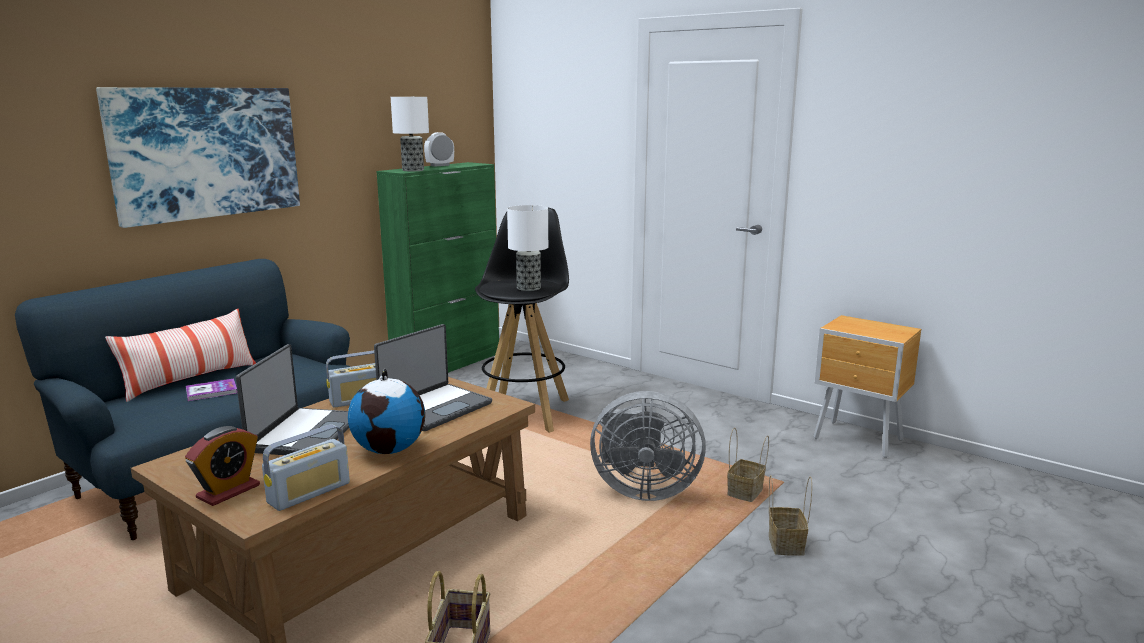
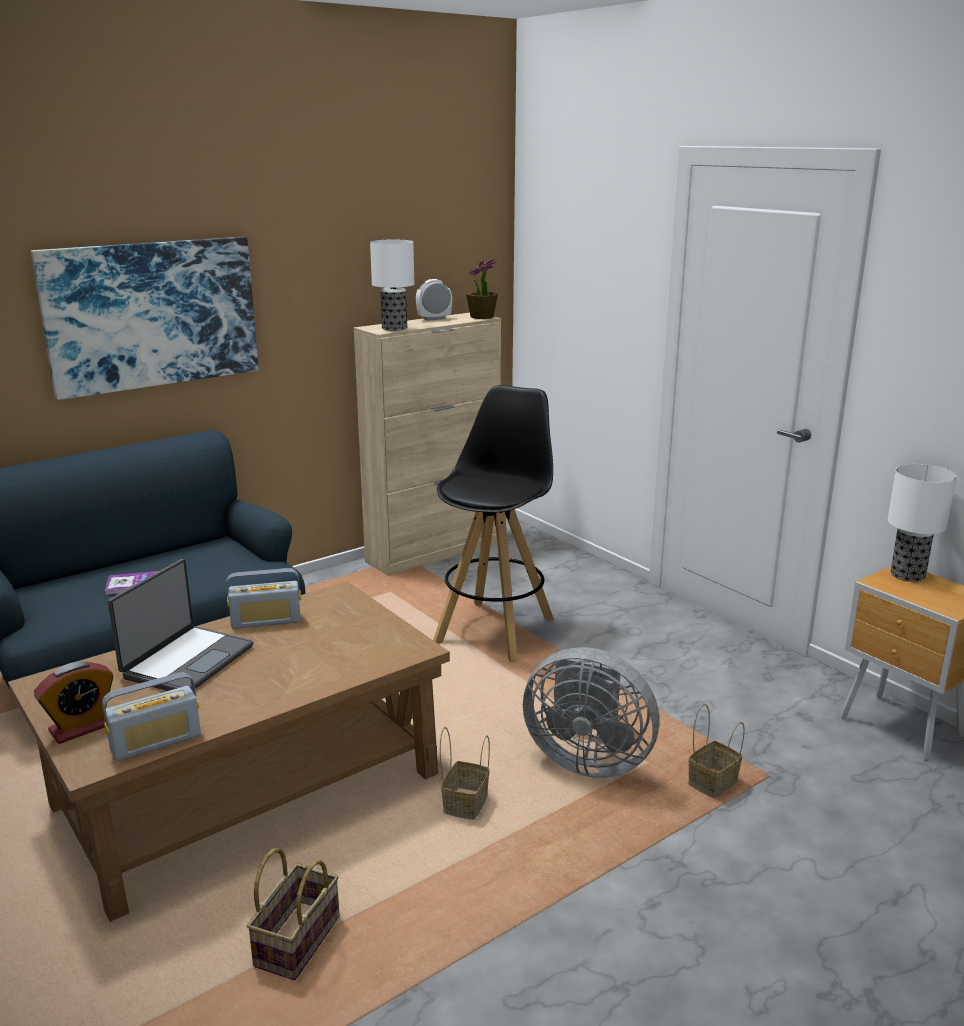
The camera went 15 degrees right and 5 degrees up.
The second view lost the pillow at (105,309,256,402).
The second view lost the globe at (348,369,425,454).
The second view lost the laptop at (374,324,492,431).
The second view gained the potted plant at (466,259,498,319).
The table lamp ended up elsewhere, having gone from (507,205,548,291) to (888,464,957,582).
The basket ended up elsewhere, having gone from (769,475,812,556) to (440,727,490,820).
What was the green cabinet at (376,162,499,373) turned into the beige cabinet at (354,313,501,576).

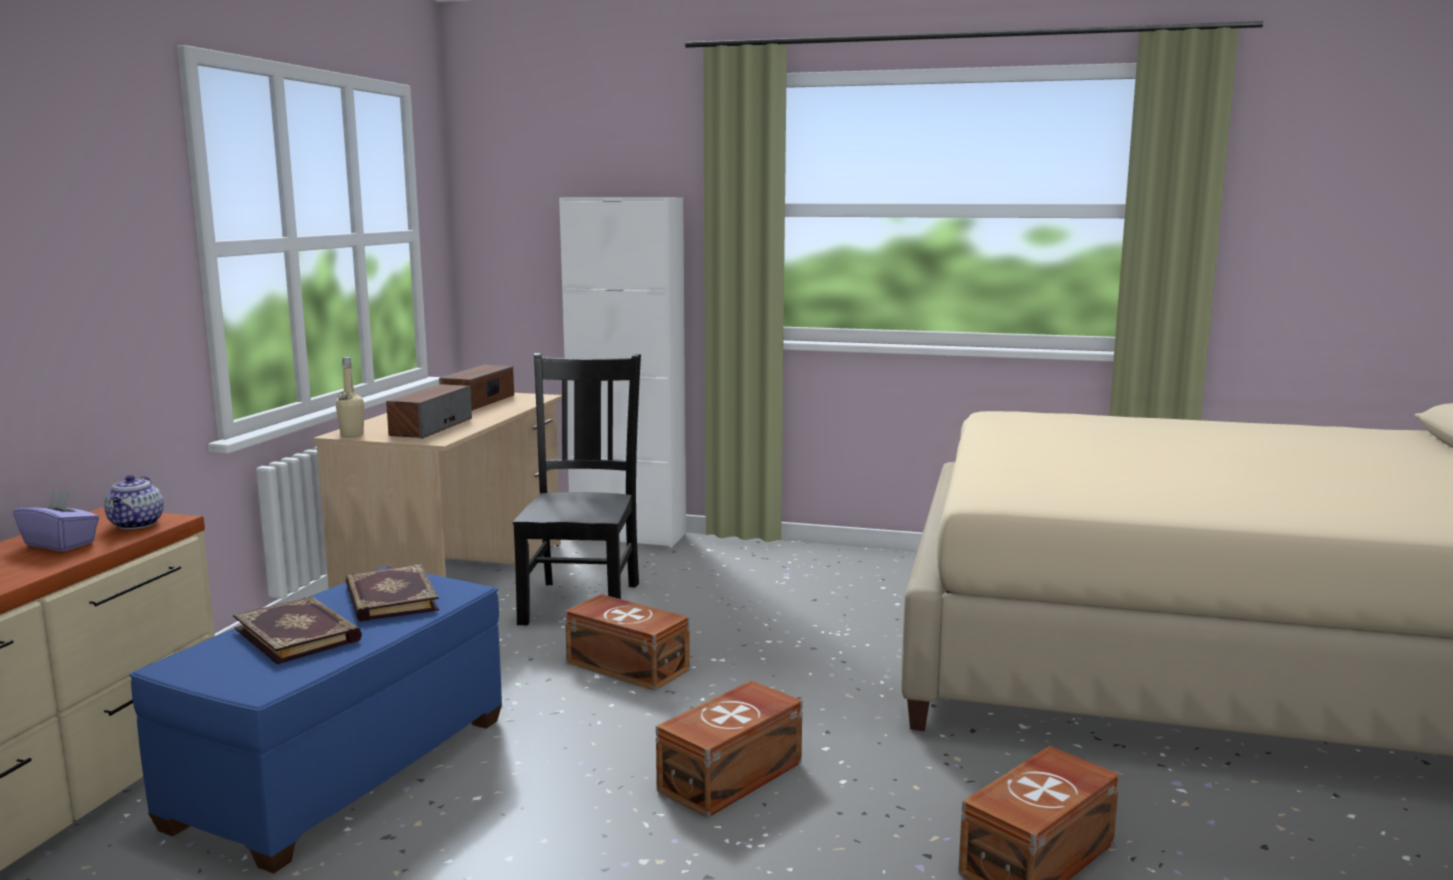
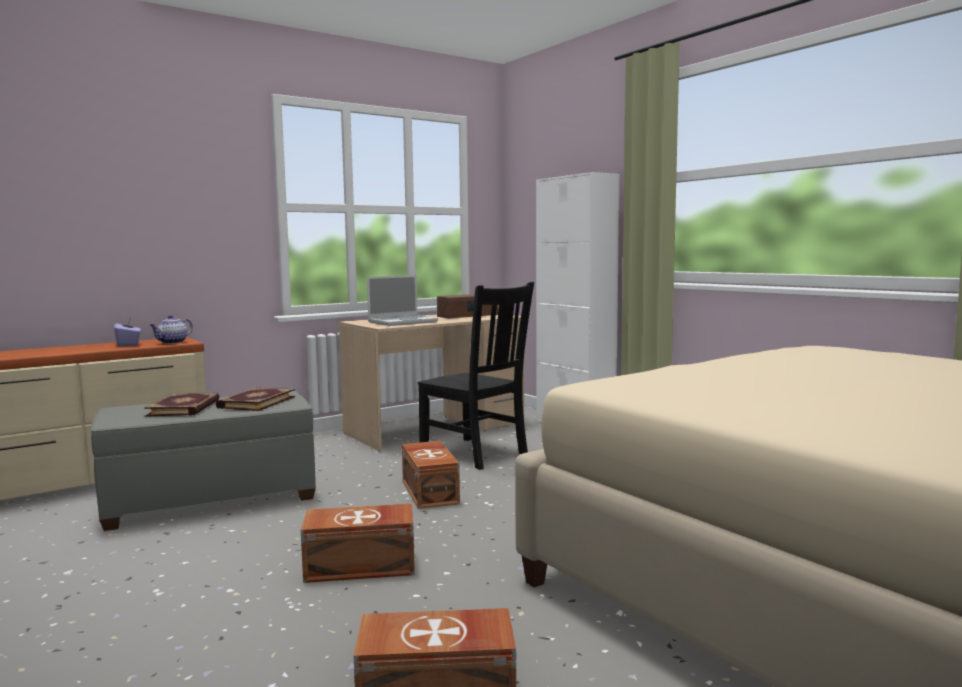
The camera went 40 degrees right and 5 degrees down.
The second view lost the beige bottle at (336,357,364,437).
Where the speaker stood at (386,384,472,439), the laptop came to stand at (367,275,438,326).
What was the blue ottoman at (129,567,502,873) turned into the grey ottoman at (91,391,316,531).
The black chair at (513,353,641,625) ended up facing another way, 90 degrees clockwise from before.

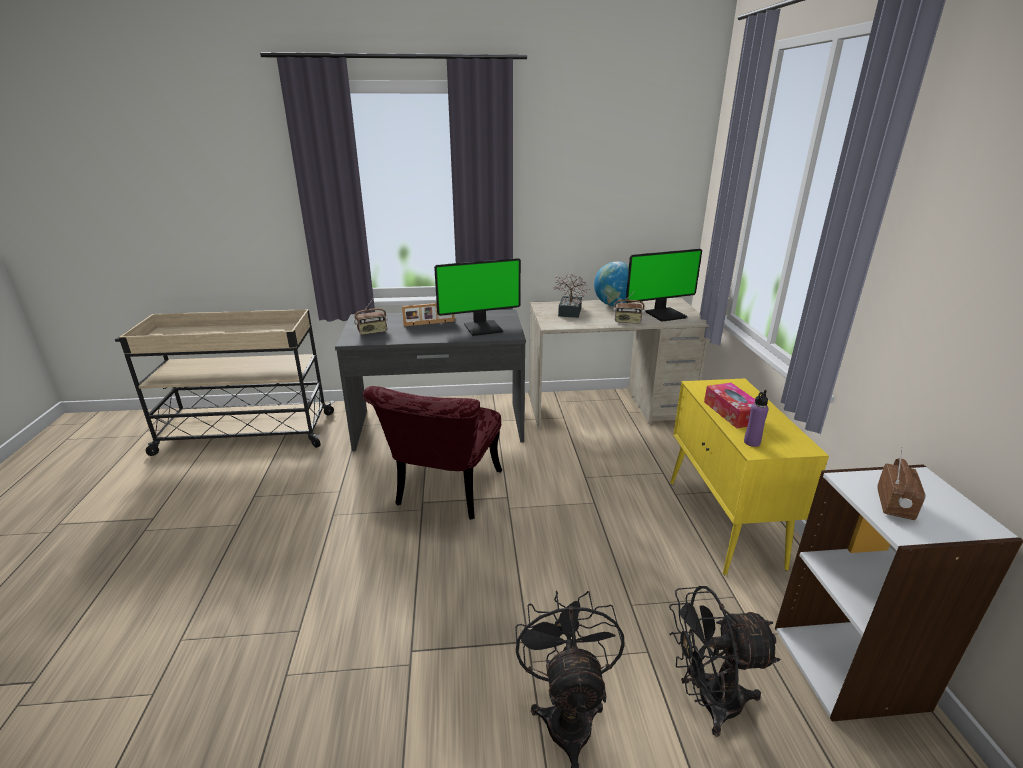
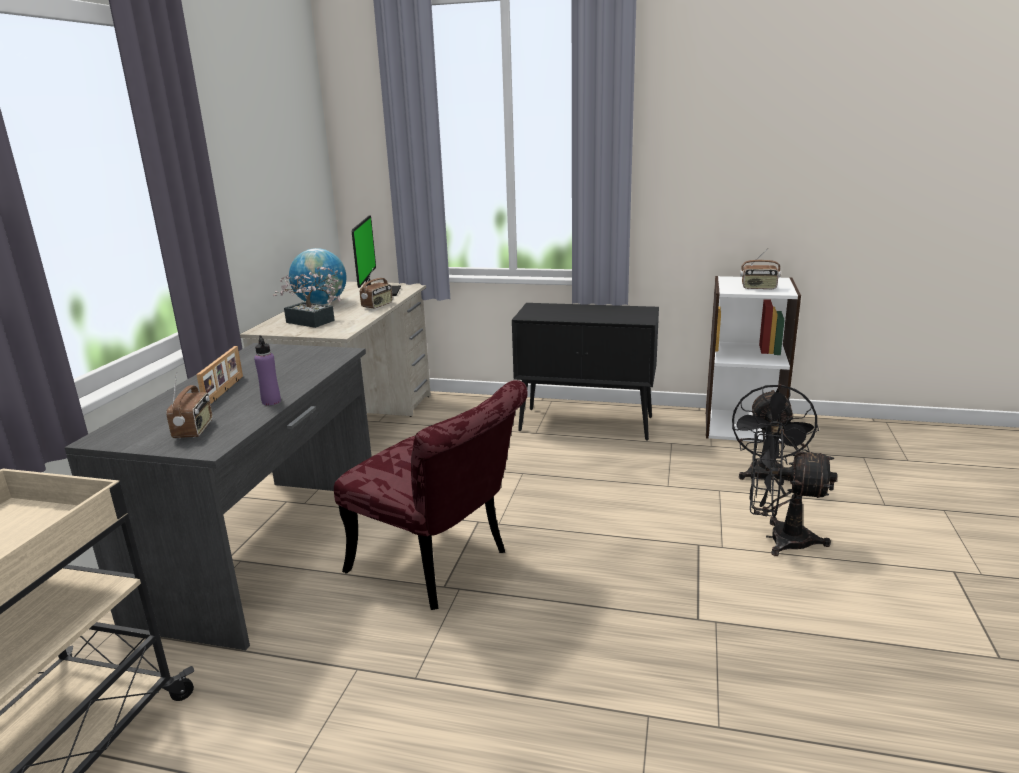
The camera went 70 degrees left and 5 degrees down.
The second view lost the monitor at (434,258,521,336).
The second view lost the tissue box at (704,383,755,428).
The purple bottle ended up elsewhere, having gone from (744,390,769,447) to (254,335,281,405).
What was the yellow cabinet at (670,378,829,575) turned into the black cabinet at (512,303,659,441).
The radio at (877,447,926,520) ended up facing another way, 150 degrees clockwise from before.

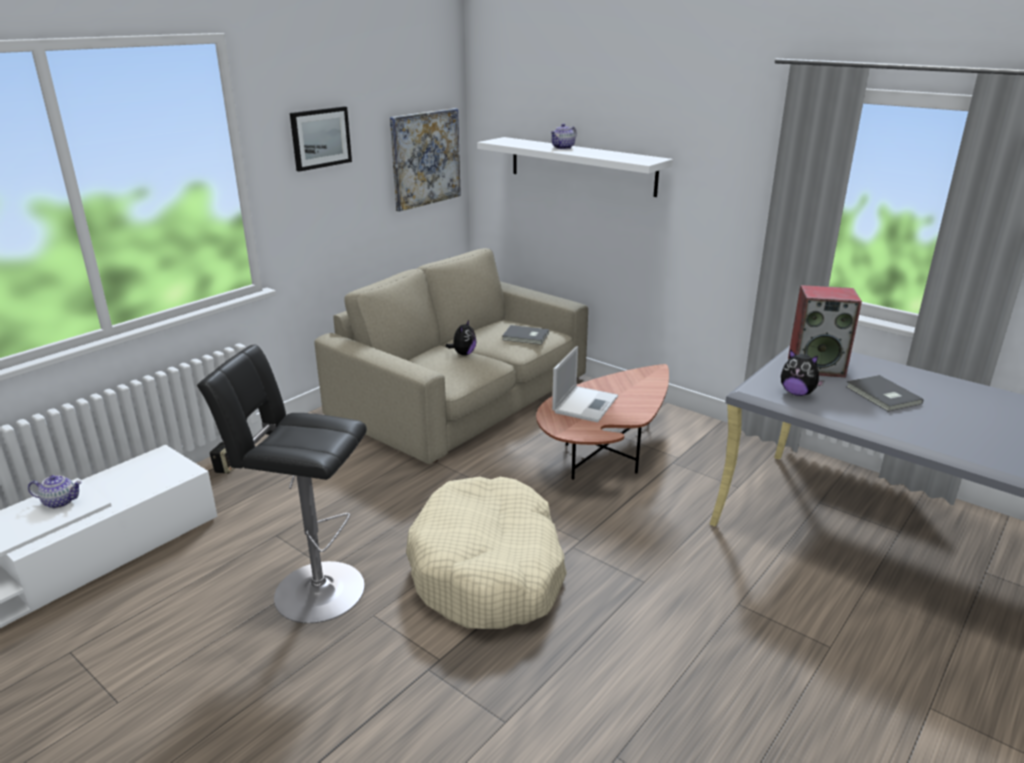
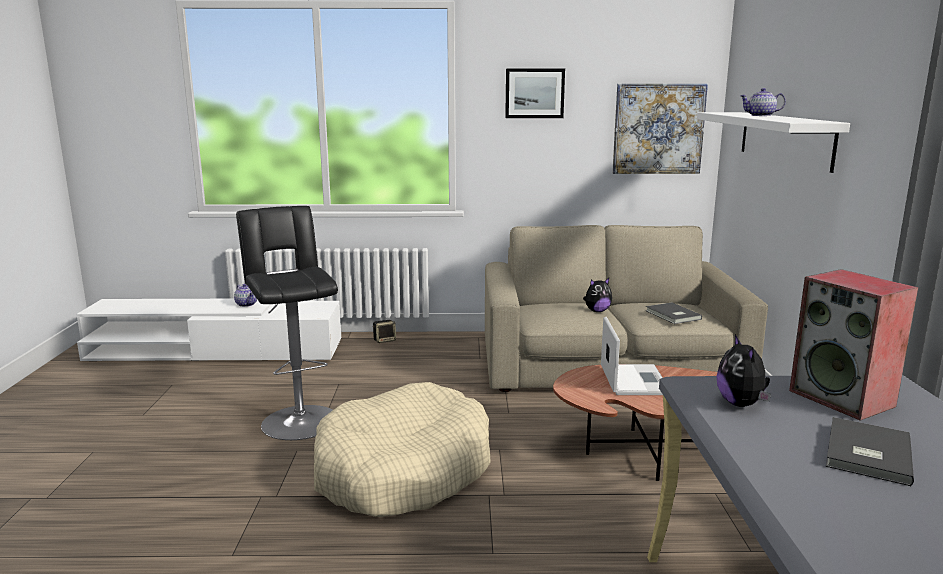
The camera went 50 degrees right and 10 degrees down.
The laptop at (552,346,618,423) ended up facing another way, 75 degrees counterclockwise from before.

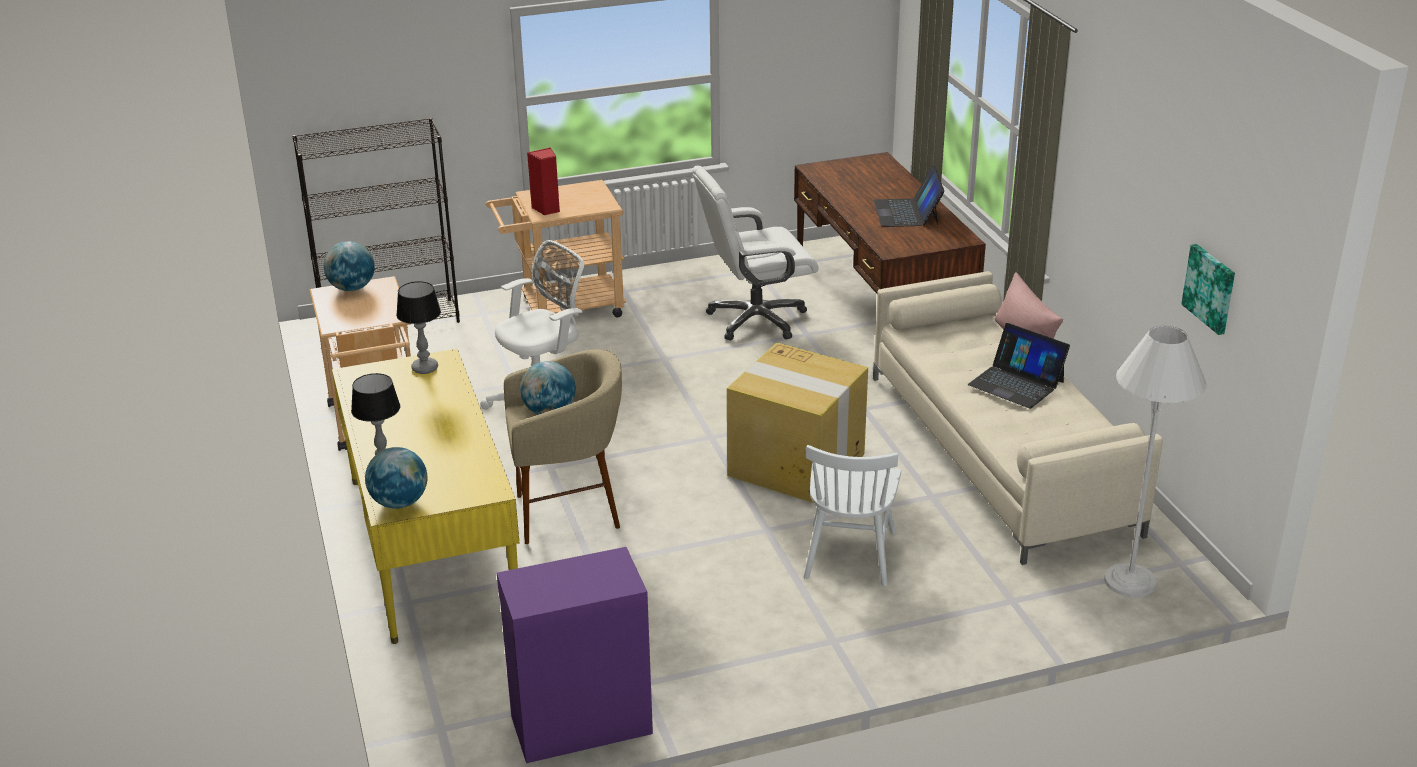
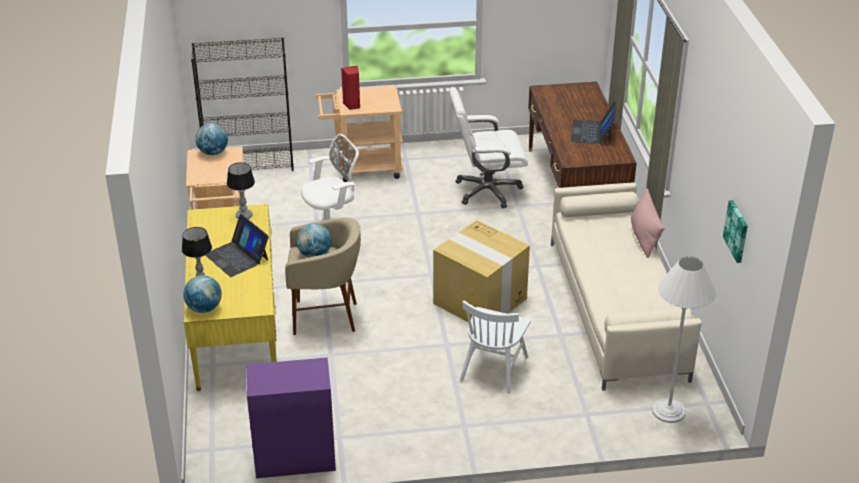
The camera went 10 degrees right and 5 degrees up.
The laptop ended up elsewhere, having gone from (968,323,1070,409) to (205,214,269,277).

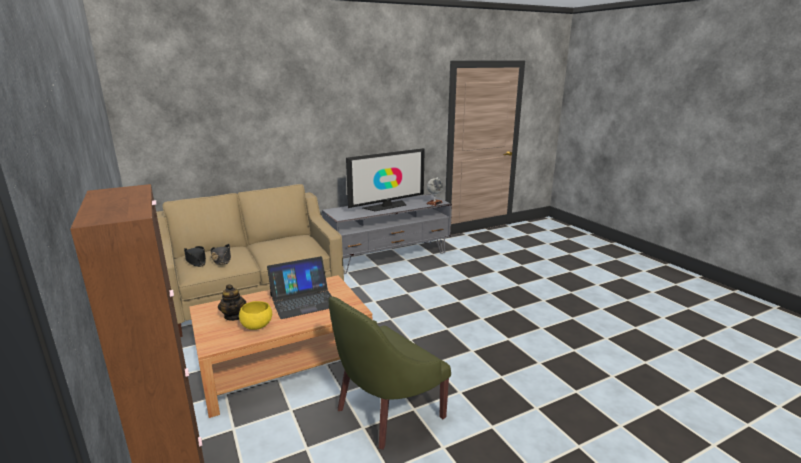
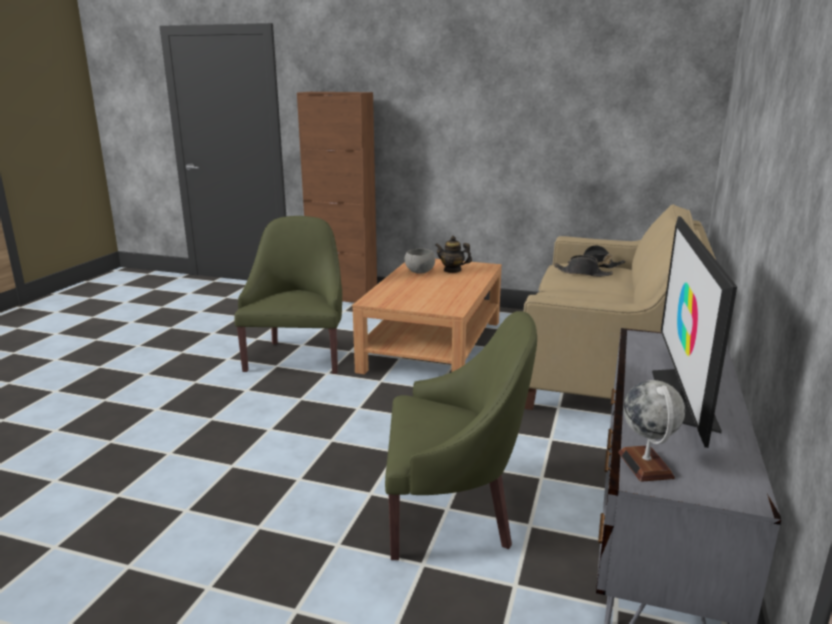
The camera went 135 degrees right and 0 degrees up.
The second view lost the laptop at (267,256,332,319).
The second view gained the green armchair at (385,311,537,560).
What was the yellow bowl at (239,301,272,330) turned into the grey bowl at (404,249,435,273).

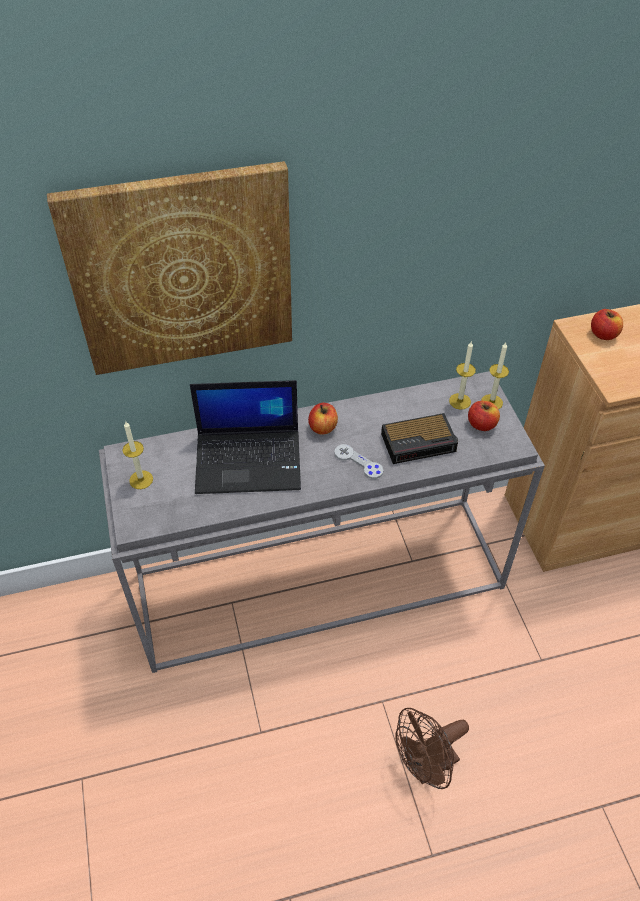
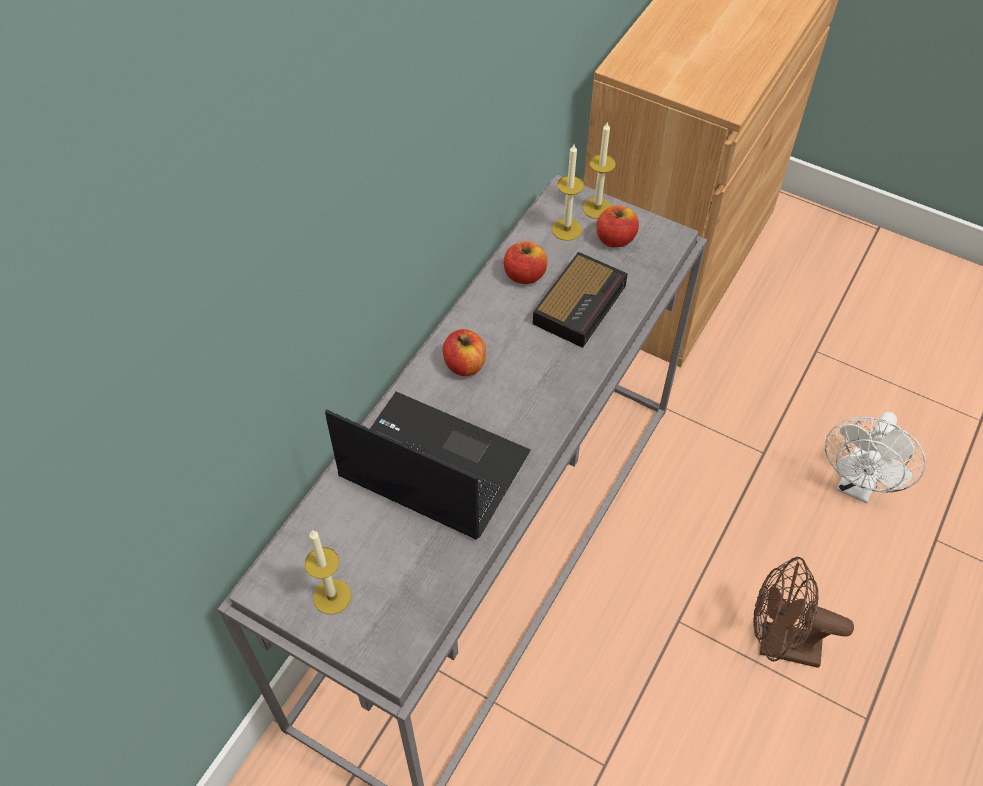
The camera went 45 degrees left and 5 degrees up.
The second view lost the picture at (47,161,292,375).
The second view lost the grey game controller at (334,444,383,479).
The second view gained the white fan at (825,412,926,503).
The apple ended up elsewhere, having gone from (591,309,623,340) to (504,241,547,284).
The laptop at (190,380,301,494) ended up facing another way, 105 degrees counterclockwise from before.
The brown fan at (395,708,469,789) ended up facing another way, 90 degrees clockwise from before.

